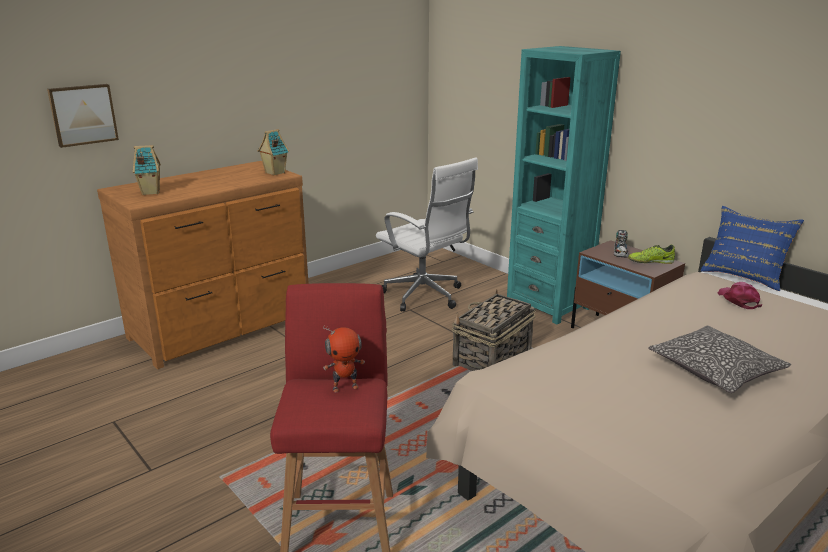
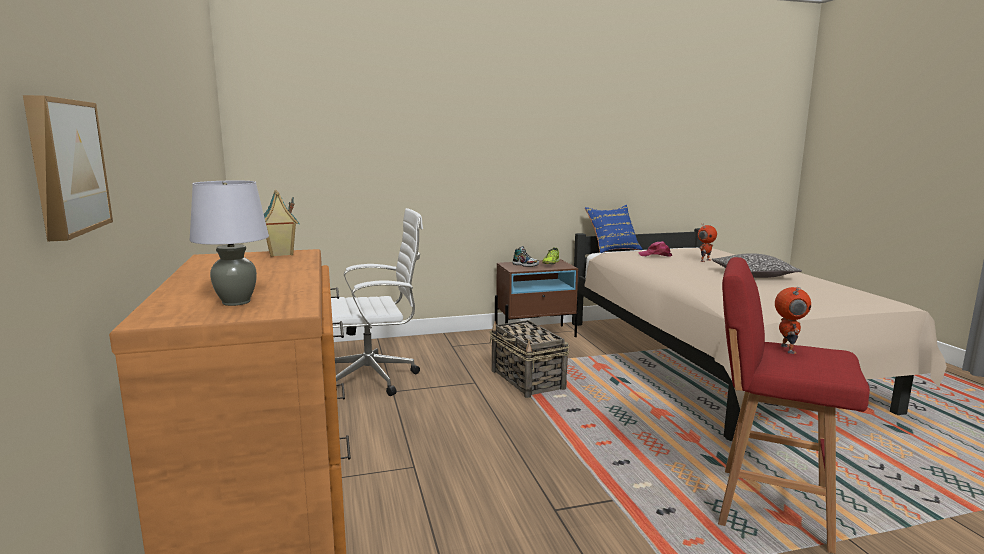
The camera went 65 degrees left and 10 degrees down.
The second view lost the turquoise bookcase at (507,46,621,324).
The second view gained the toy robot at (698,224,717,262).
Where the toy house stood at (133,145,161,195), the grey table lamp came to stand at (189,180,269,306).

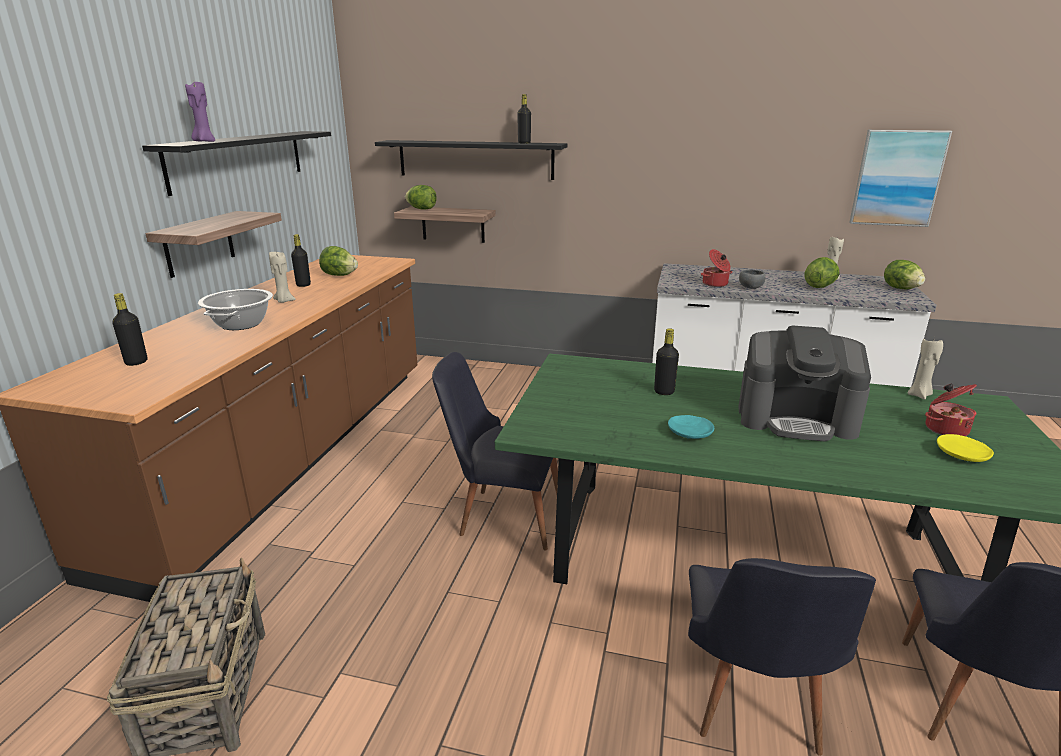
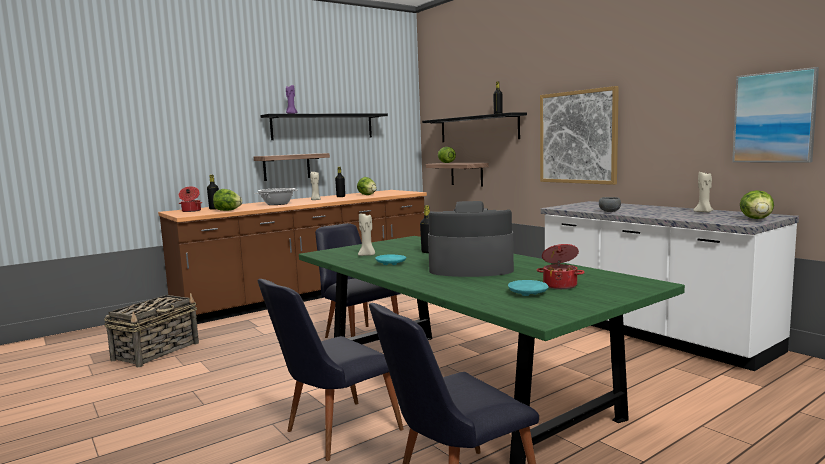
The camera went 40 degrees right and 15 degrees down.
The second view gained the picture at (540,86,619,185).
The cooking pot ended up elsewhere, having gone from (701,249,732,287) to (179,186,203,212).
The lettuce ended up elsewhere, having gone from (804,257,839,288) to (213,189,242,211).
The beige candle ended up elsewhere, having gone from (908,337,943,400) to (358,214,375,256).
What was the yellow plate at (937,434,994,462) turned into the turquoise plate at (508,280,549,296).
The coffee machine at (738,325,871,442) ended up facing another way, 135 degrees clockwise from before.

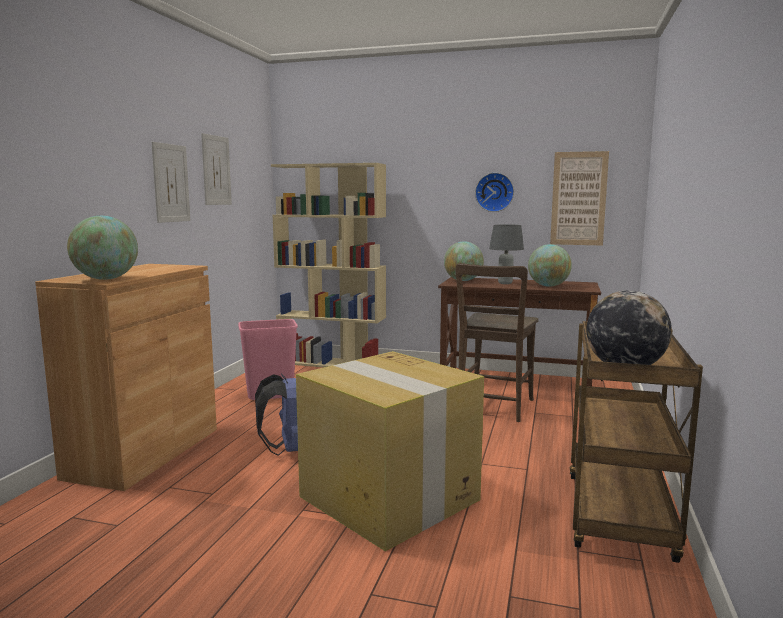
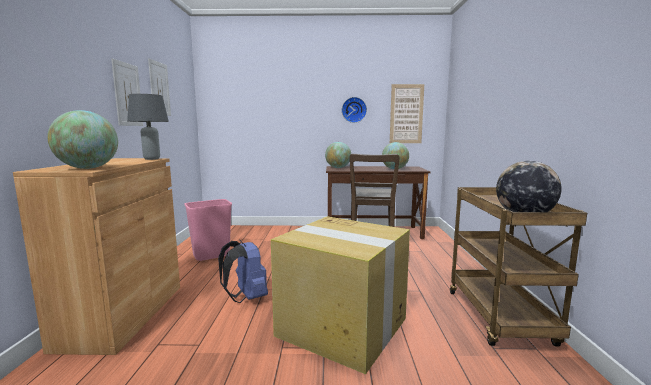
The camera went 15 degrees left and 0 degrees up.
The second view lost the beige bookcase at (271,163,386,367).
The grey table lamp ended up elsewhere, having gone from (489,224,524,284) to (127,94,169,160).

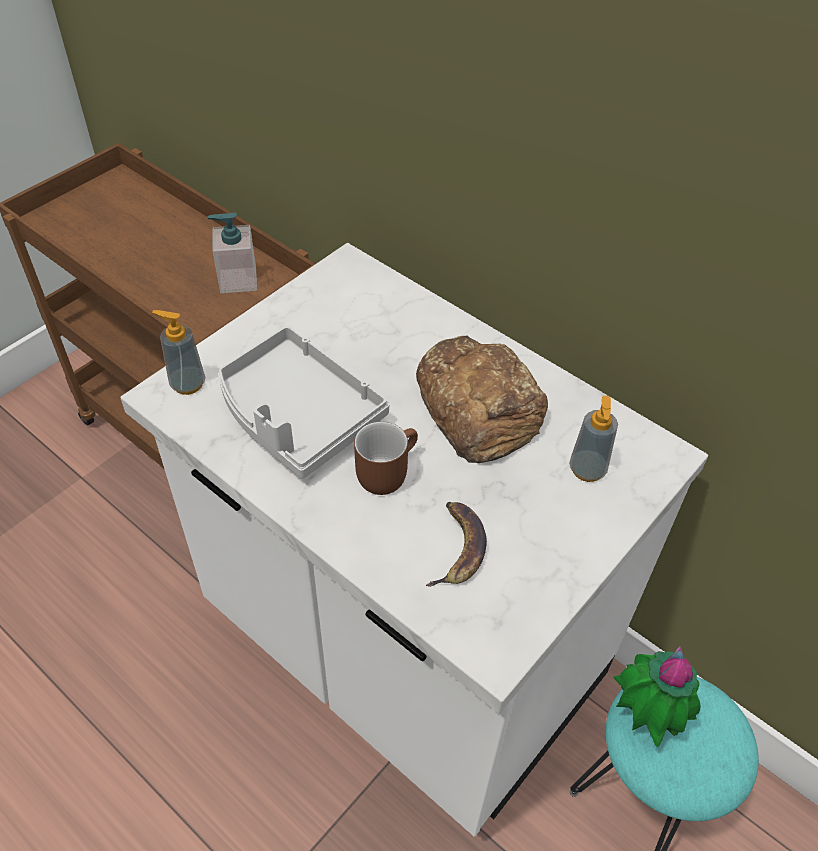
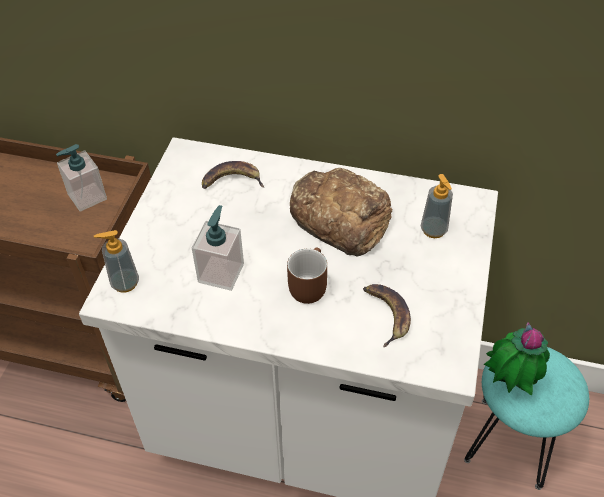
The camera went 25 degrees left and 0 degrees up.
The second view gained the banana at (202,161,264,189).
Where the grey tray stood at (218,326,390,478), the soap dispenser came to stand at (192,205,244,291).

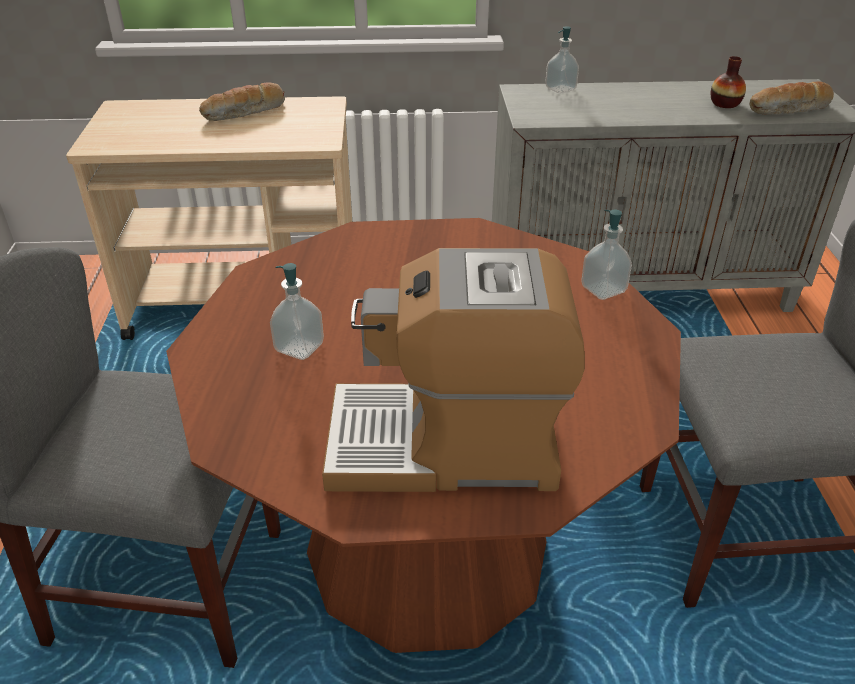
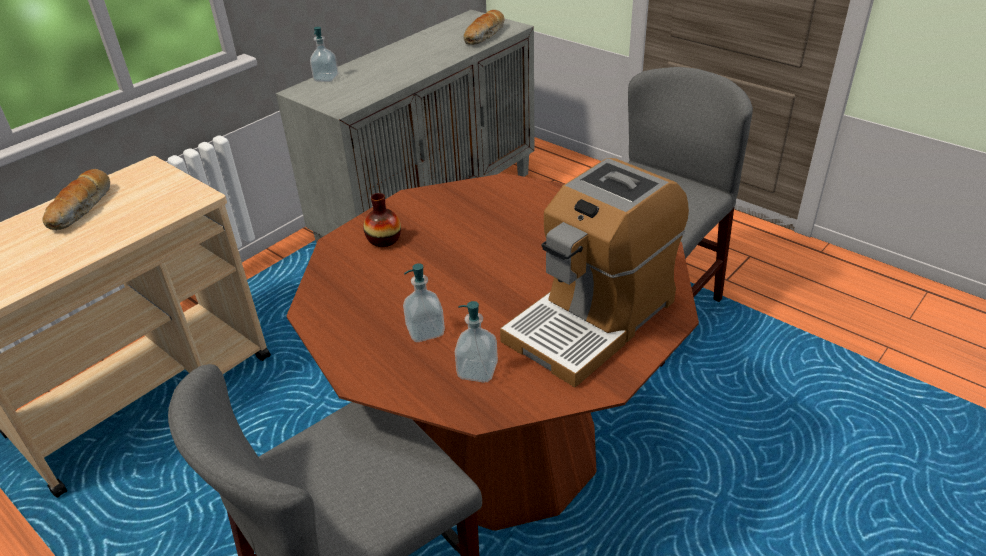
The camera went 45 degrees left and 0 degrees up.
The soap dispenser ended up elsewhere, having gone from (581,210,632,300) to (455,301,498,382).
The vase ended up elsewhere, having gone from (711,56,746,108) to (363,193,401,247).

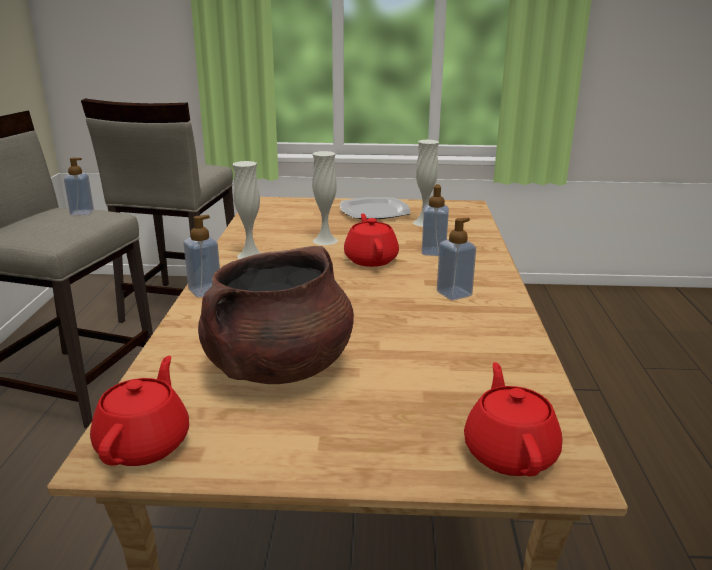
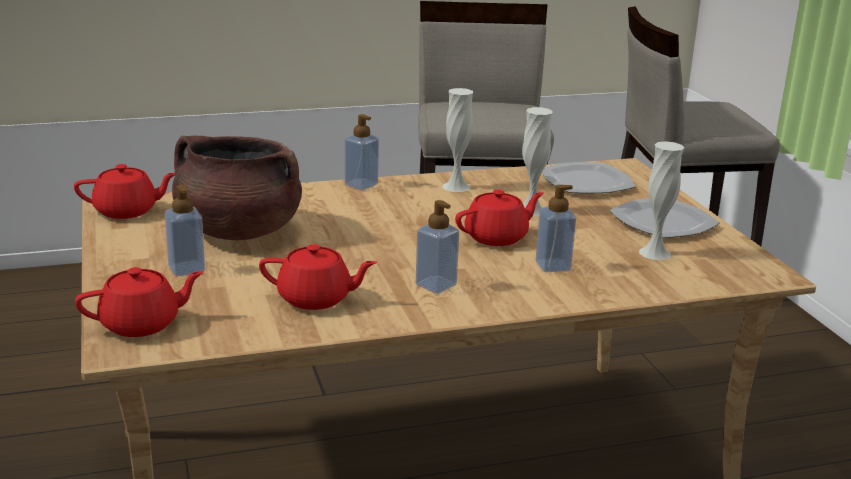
The camera went 70 degrees right and 0 degrees up.
The second view gained the red teapot at (259,244,377,310).
The second view gained the plate at (542,162,635,194).
The soap dispenser ended up elsewhere, having gone from (64,158,94,215) to (165,185,205,276).

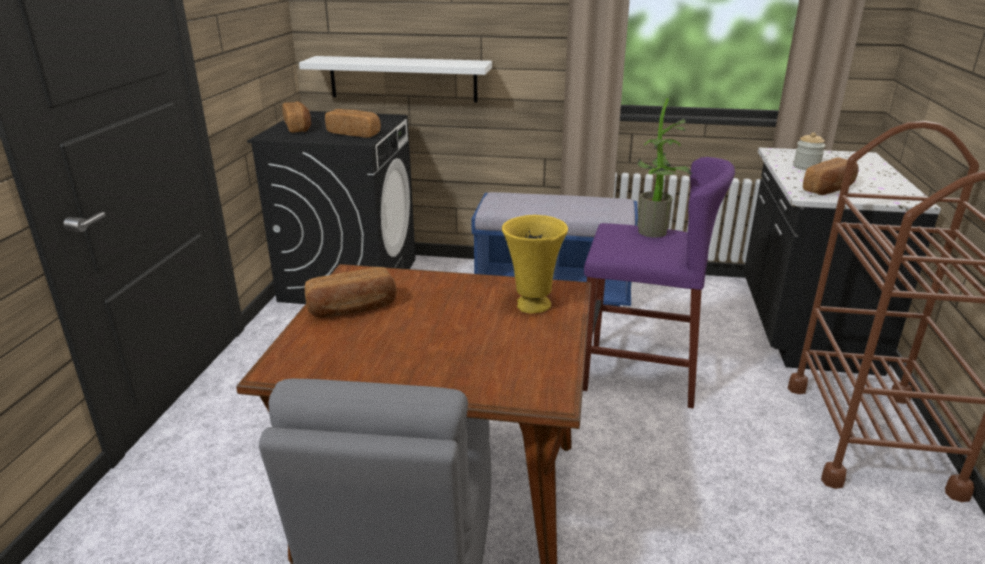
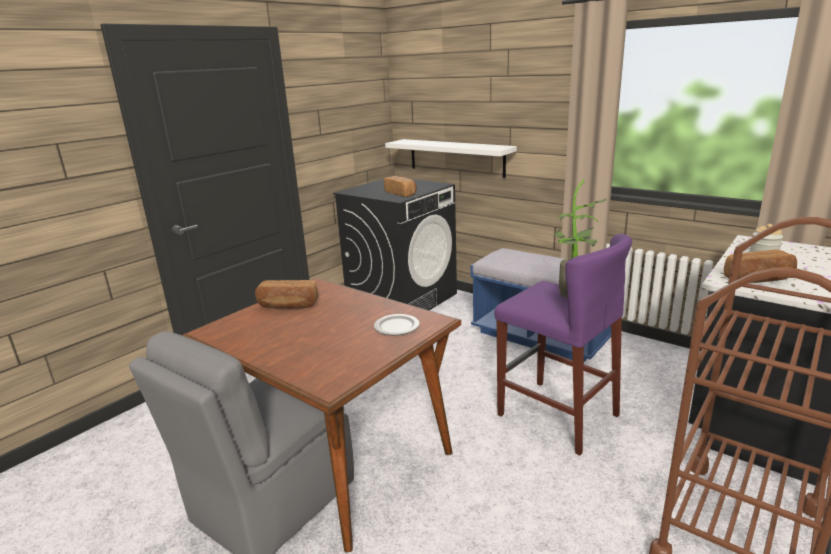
The camera went 30 degrees right and 5 degrees down.
The second view lost the bread at (282,101,311,133).
Where the yellow vase stood at (502,215,568,313), the plate came to stand at (374,314,420,335).

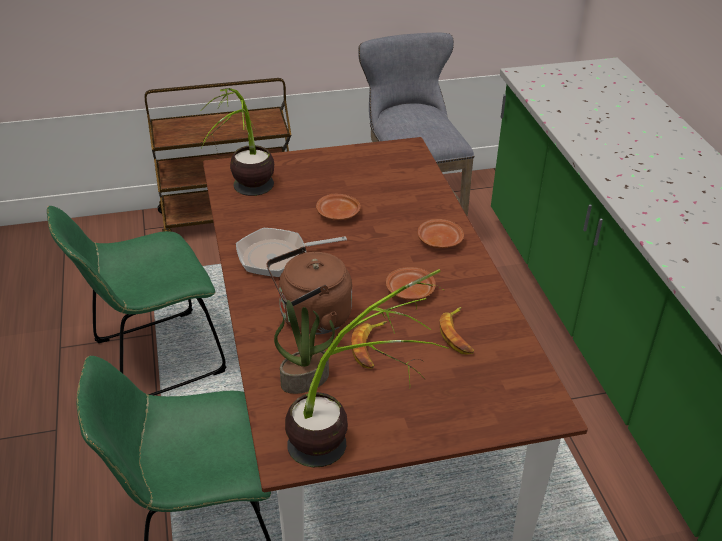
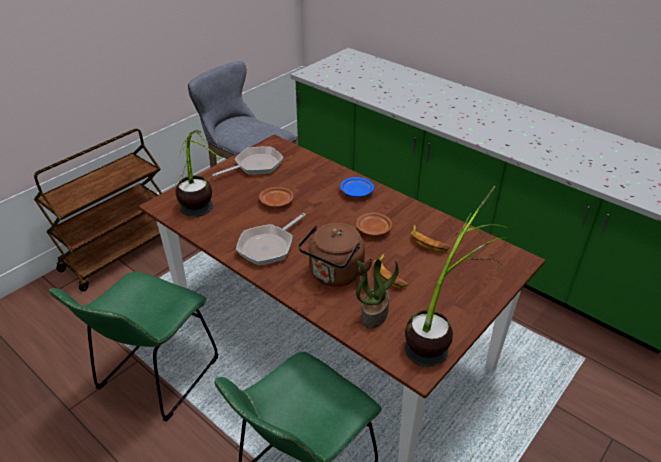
The camera went 35 degrees left and 0 degrees up.
The second view gained the frying pan at (212,146,283,177).
What was the brown plate at (418,219,464,248) turned into the blue plate at (340,177,374,197).

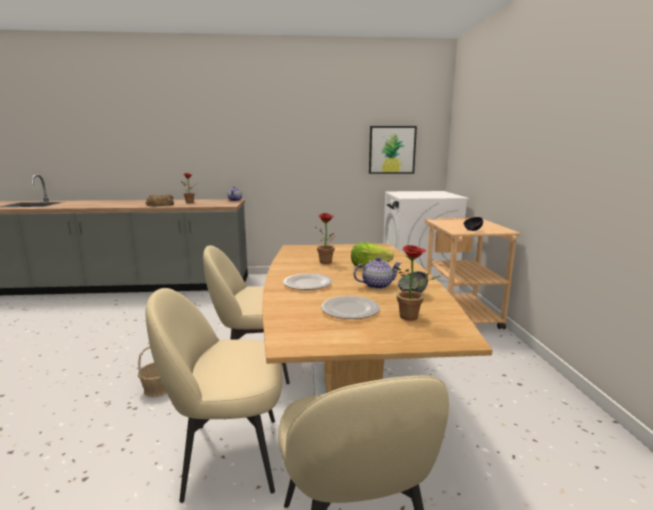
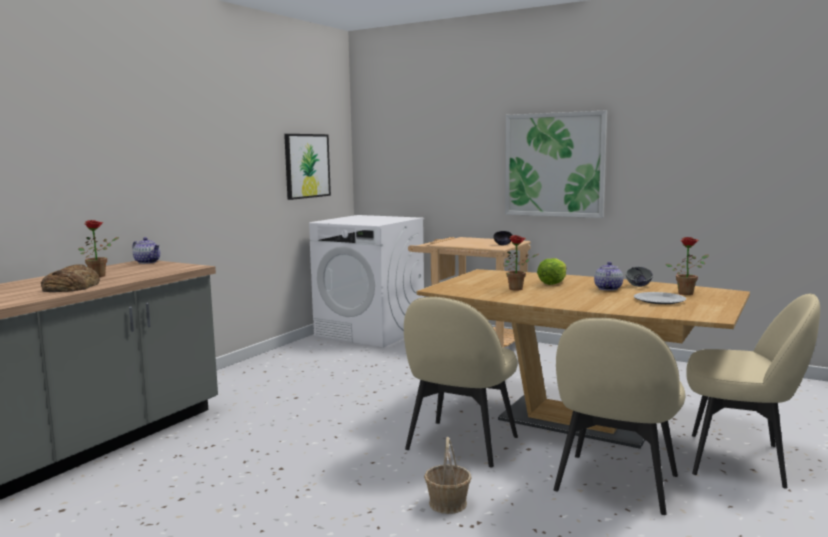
The camera went 55 degrees left and 5 degrees down.
The second view lost the plate at (283,273,333,290).
The second view gained the picture at (505,110,607,218).

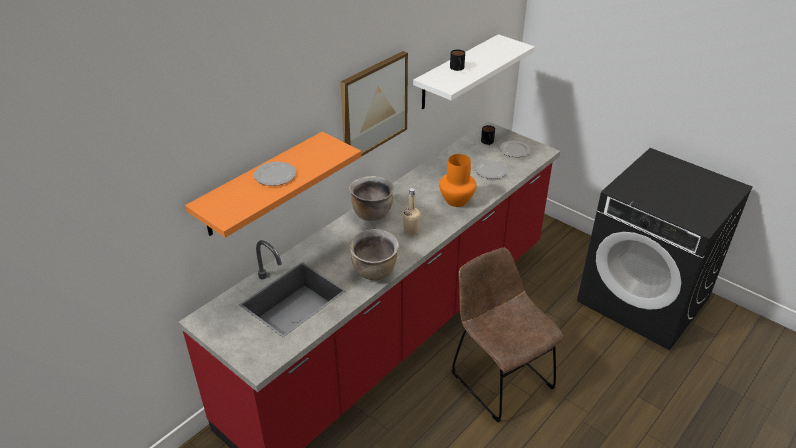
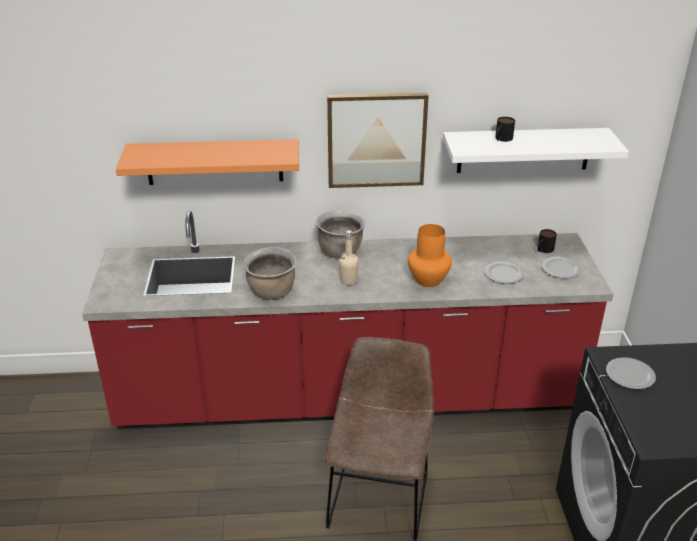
The camera went 45 degrees right and 5 degrees down.
The plate ended up elsewhere, having gone from (254,162,296,186) to (606,357,656,389).

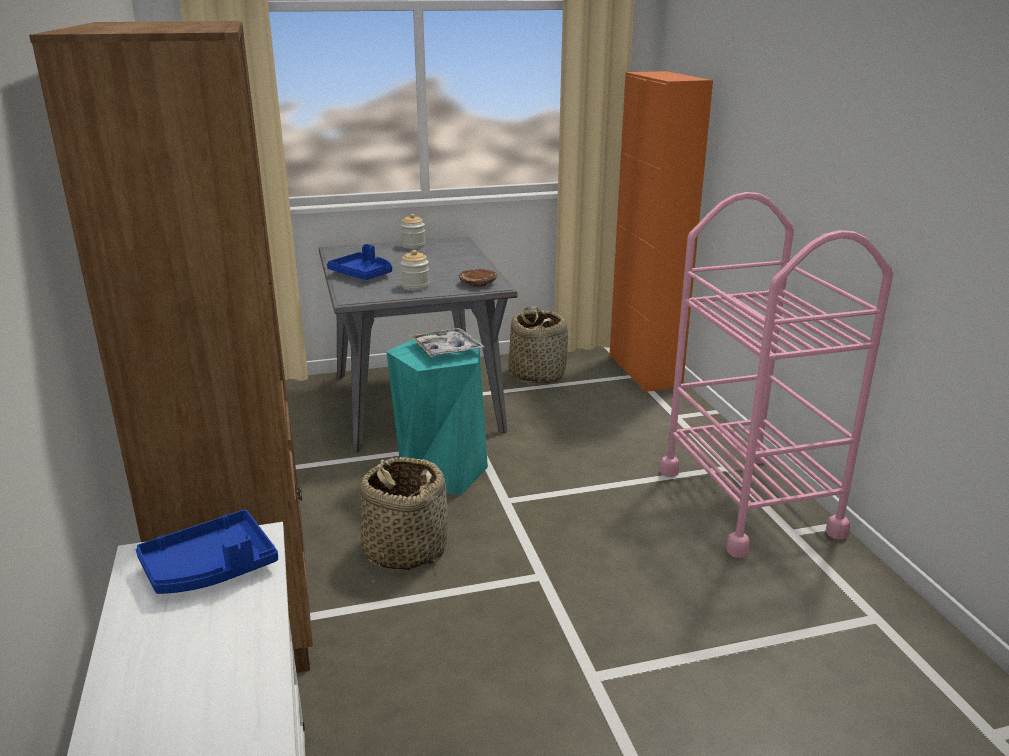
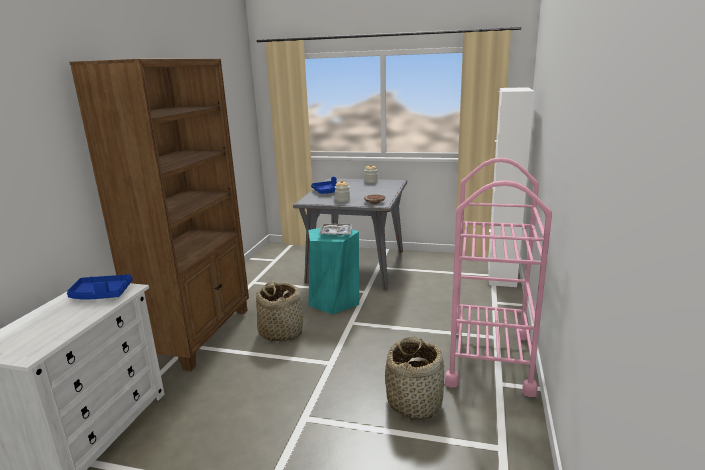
The camera went 30 degrees right and 5 degrees down.
The basket ended up elsewhere, having gone from (508,306,568,383) to (385,337,444,420).
What was the orange cabinet at (610,71,713,392) turned into the white cabinet at (488,87,535,287).

